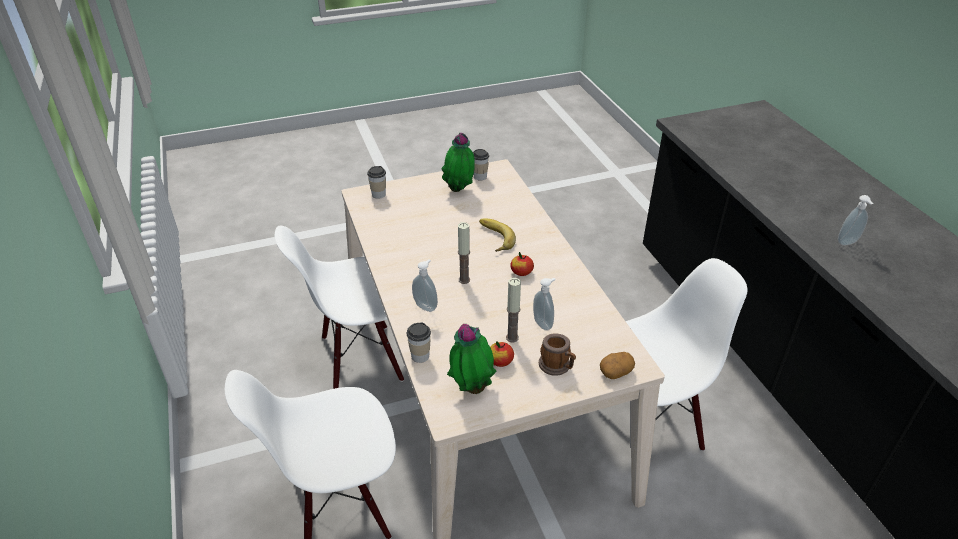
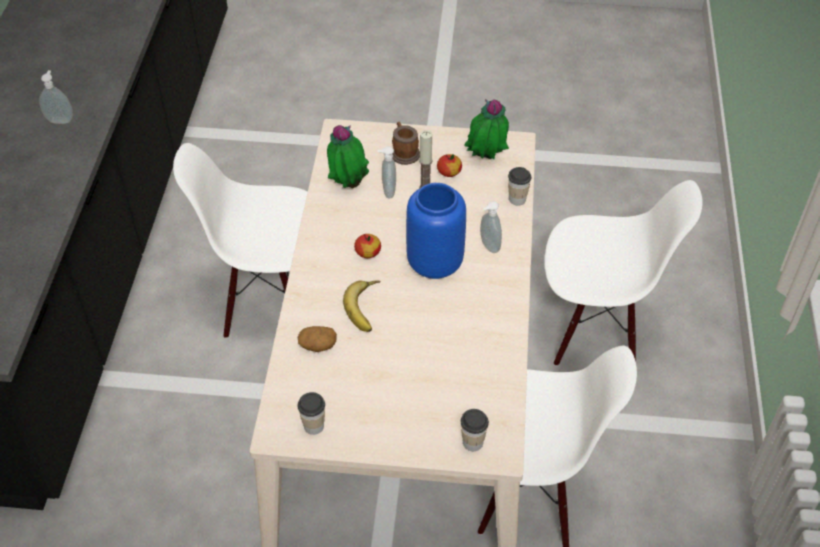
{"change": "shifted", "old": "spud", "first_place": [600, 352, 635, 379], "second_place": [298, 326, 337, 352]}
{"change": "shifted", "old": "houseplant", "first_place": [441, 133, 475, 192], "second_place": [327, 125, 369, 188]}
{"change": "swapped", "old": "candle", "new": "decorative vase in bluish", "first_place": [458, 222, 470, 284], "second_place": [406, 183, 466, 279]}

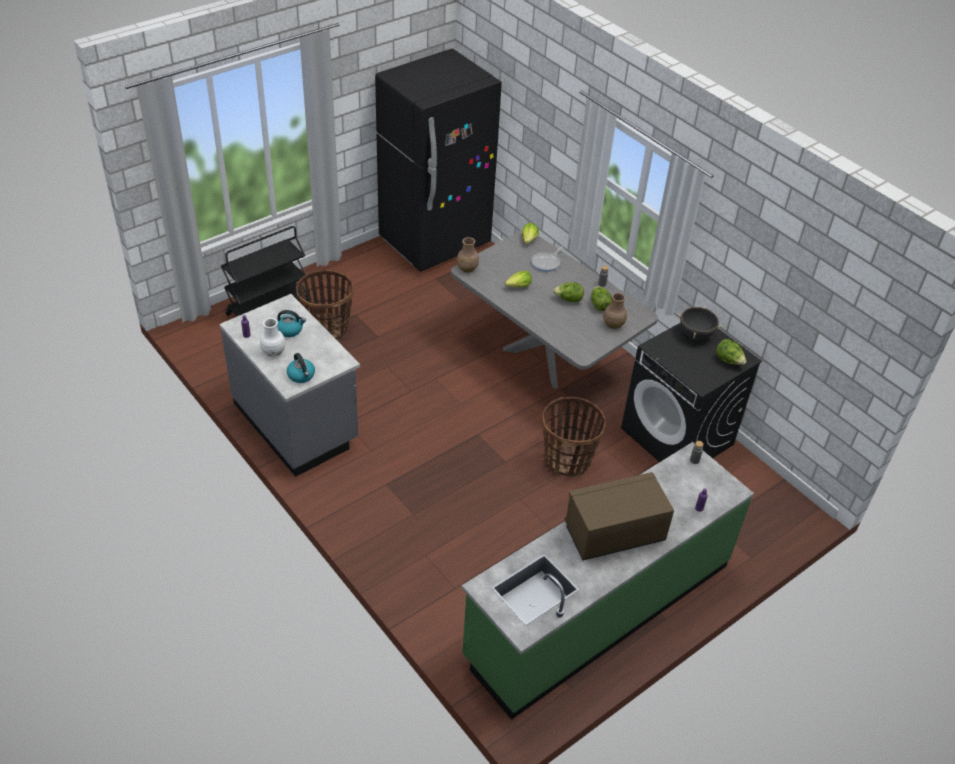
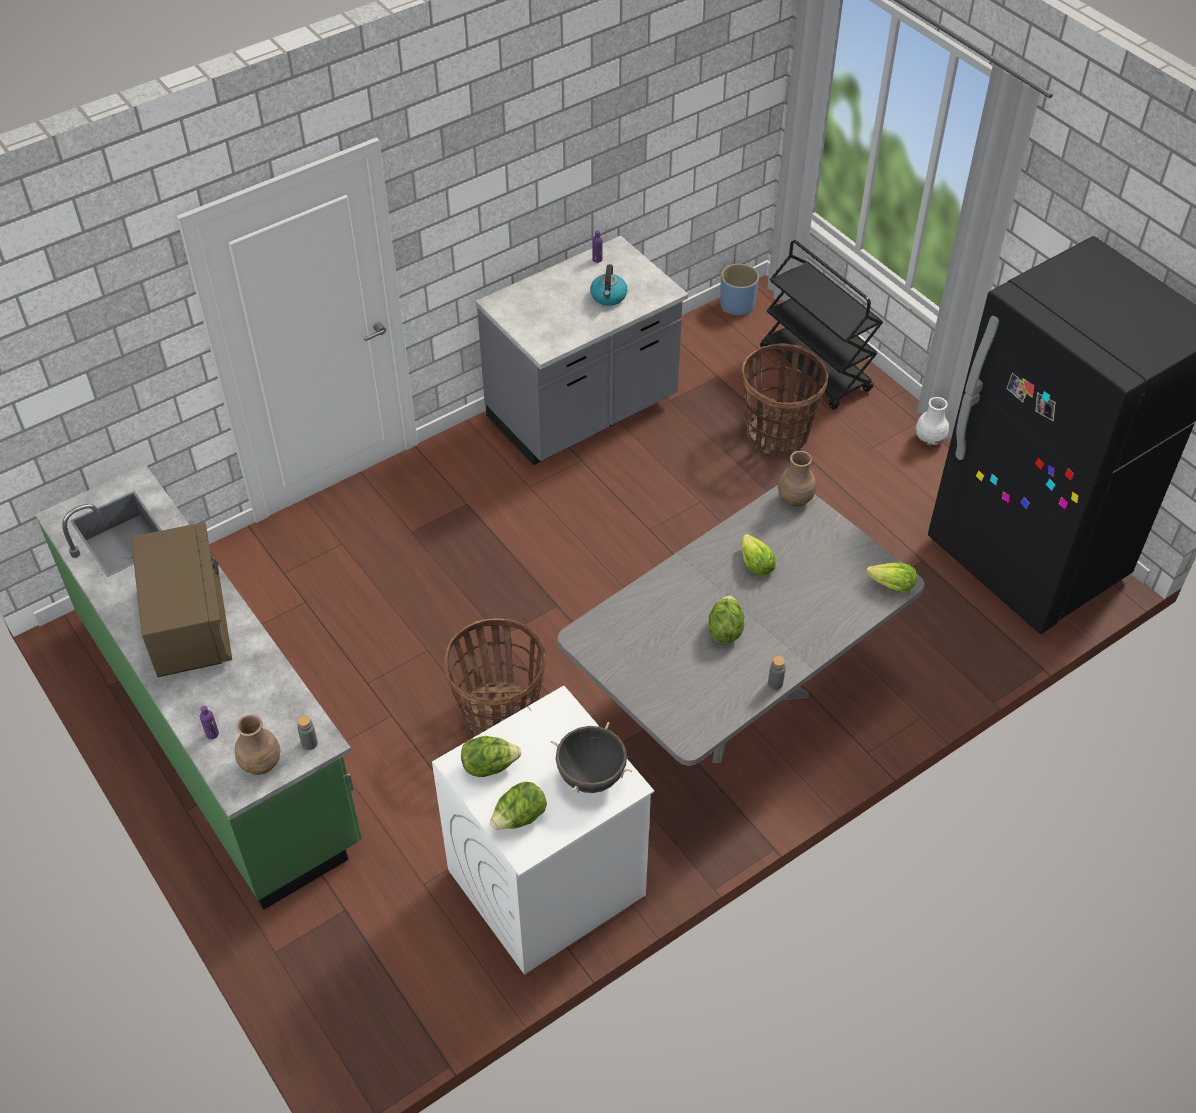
{"change": "shifted", "old": "decorative vase in brown", "first_place": [603, 293, 627, 329], "second_place": [235, 714, 280, 775]}
{"change": "repainted", "old": "washing machine in black-coloured", "new": "washing machine in white", "first_place": [621, 323, 762, 462], "second_place": [432, 686, 654, 975]}
{"change": "shifted", "old": "lettuce", "first_place": [591, 286, 612, 311], "second_place": [461, 736, 521, 777]}
{"change": "new", "new": "flower pot in bluish", "second_place": [720, 264, 759, 315]}
{"change": "shifted", "old": "decorative vase in white", "first_place": [260, 318, 286, 357], "second_place": [916, 397, 949, 445]}
{"change": "gone", "old": "tea kettle", "first_place": [287, 353, 315, 383]}
{"change": "gone", "old": "frying pan", "first_place": [532, 246, 563, 272]}

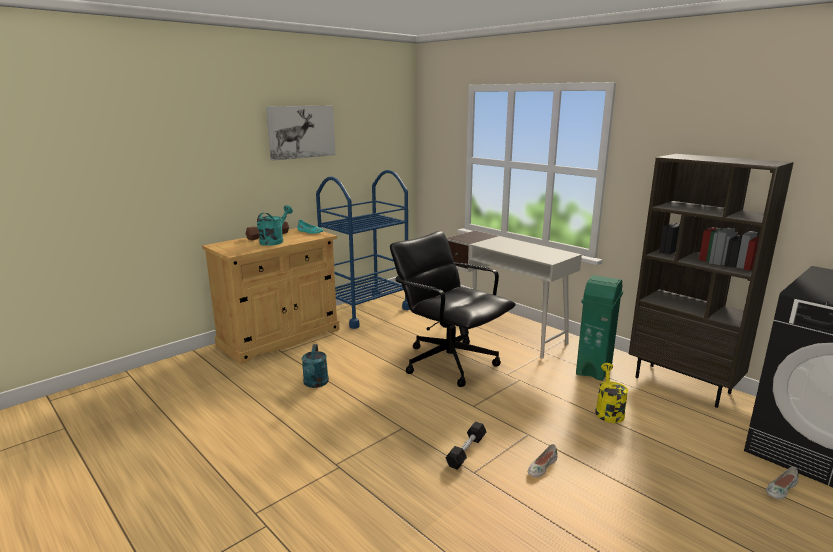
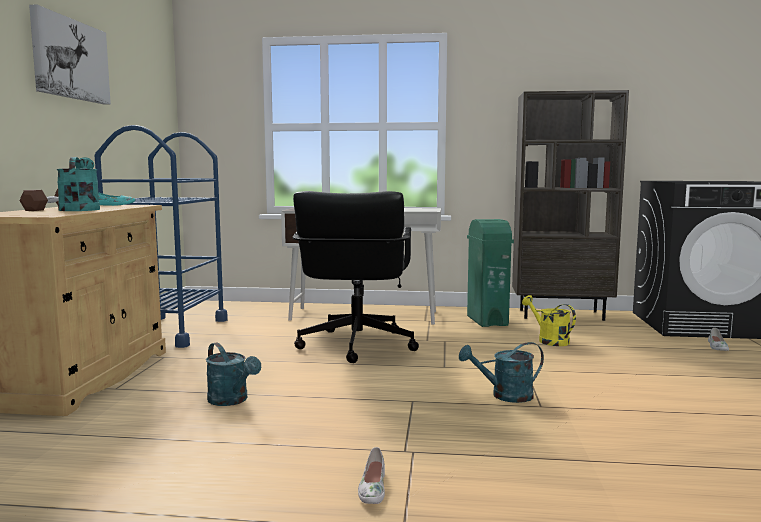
{"change": "rotated", "old": "computer chair in black-coloured", "first_place": [390, 231, 516, 387], "second_place": [293, 191, 419, 363], "degrees": -90}
{"change": "shifted", "old": "shoe in white", "first_place": [528, 444, 558, 477], "second_place": [358, 447, 385, 504]}
{"change": "swapped", "old": "dumbbell in black-coloured", "new": "watering pot in turquoise", "first_place": [446, 422, 486, 470], "second_place": [459, 342, 544, 403]}

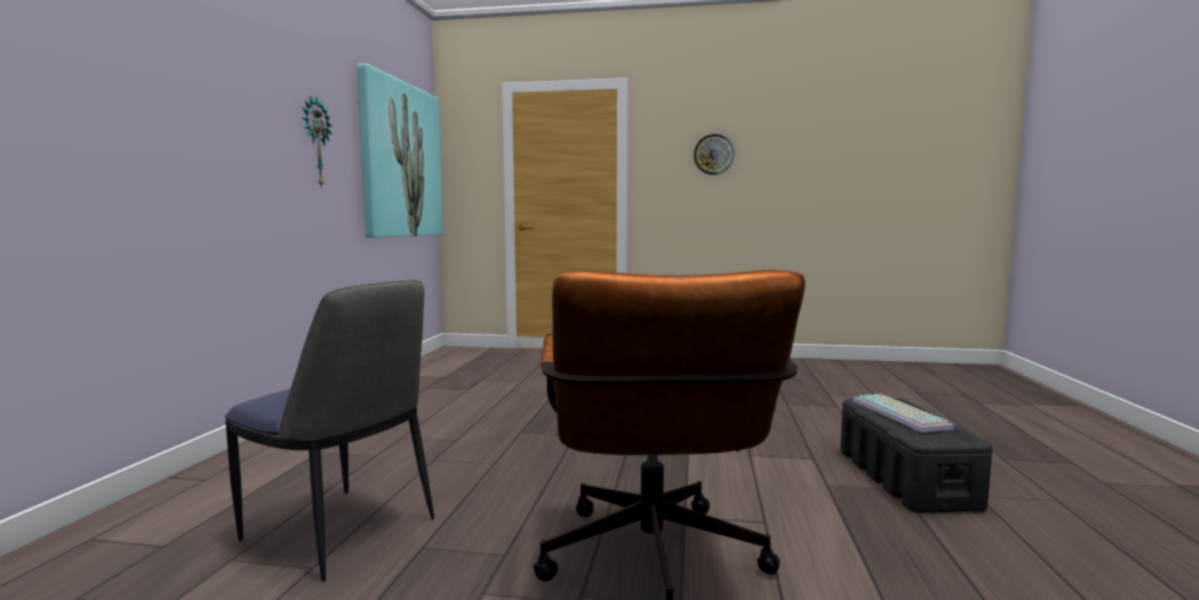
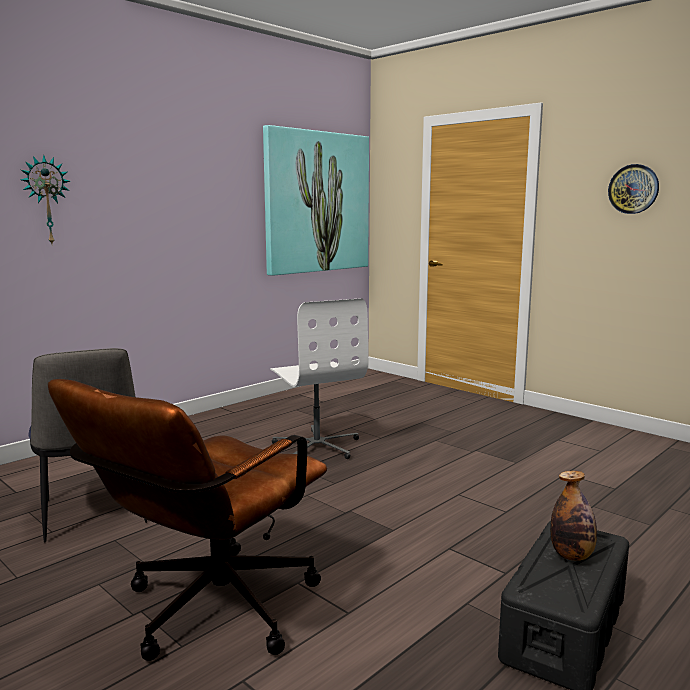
{"change": "shifted", "old": "clock on the wall", "first_place": [302, 96, 332, 188], "second_place": [21, 155, 70, 244]}
{"change": "new", "new": "computer chair in white", "second_place": [270, 298, 368, 459]}
{"change": "swapped", "old": "PC keyboard", "new": "bottle", "first_place": [853, 394, 954, 432], "second_place": [550, 471, 597, 561]}

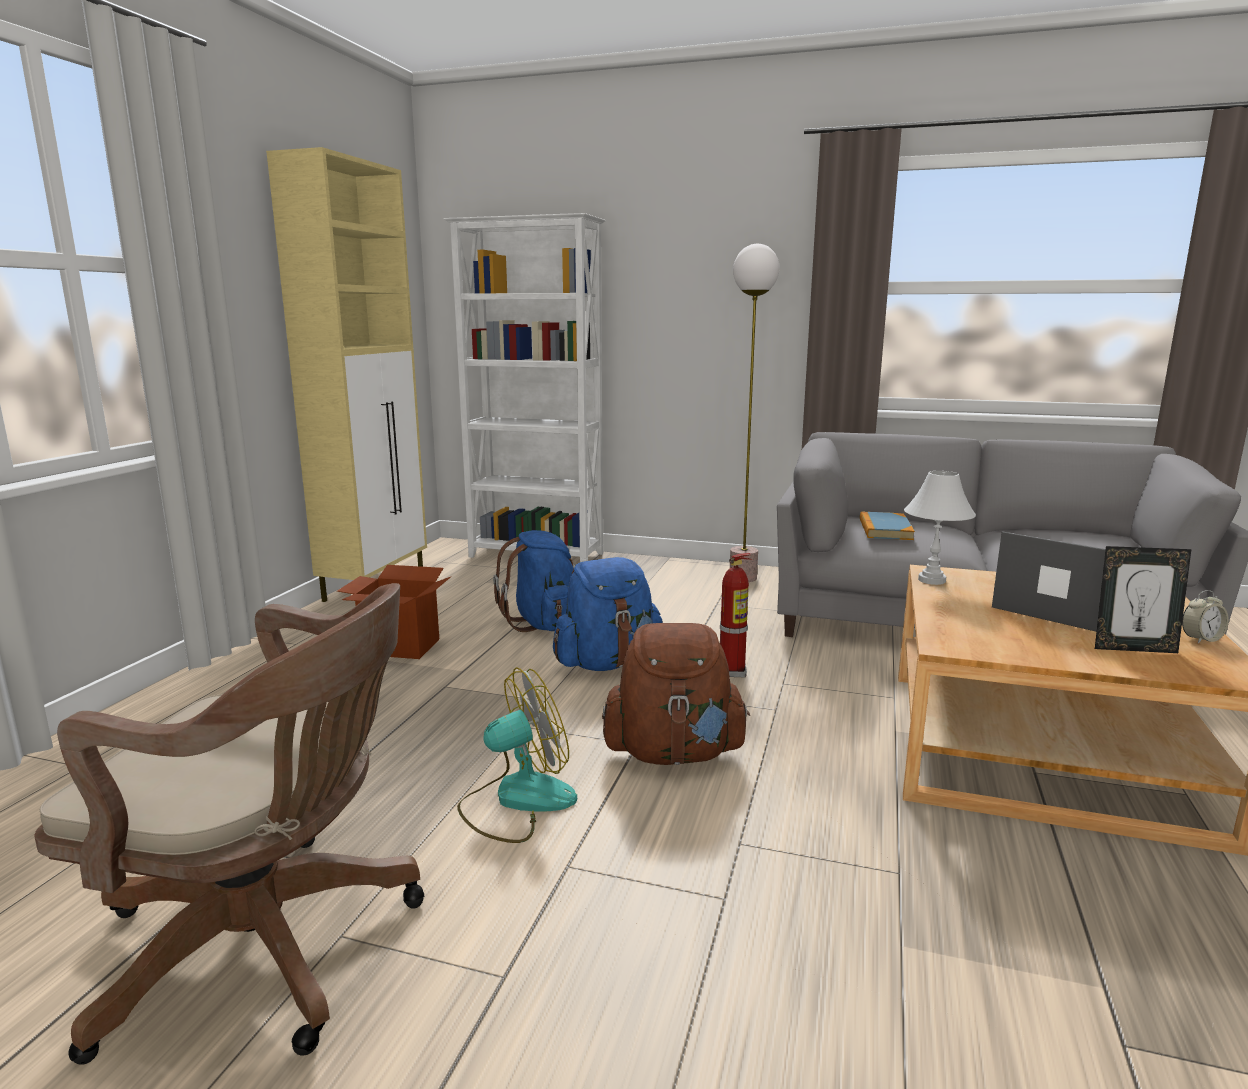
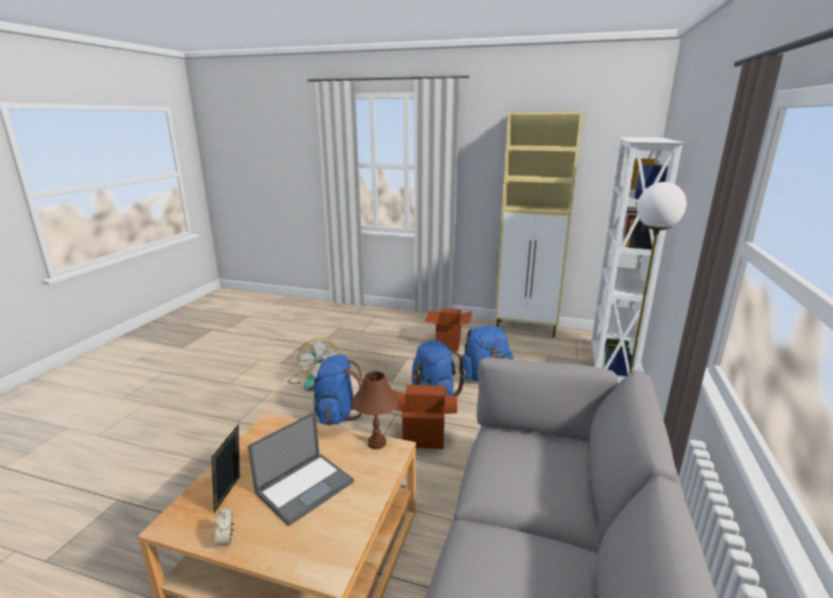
{"change": "repainted", "old": "rucksack in brown", "new": "rucksack in bluish", "first_place": [602, 623, 750, 765], "second_place": [308, 355, 363, 425]}
{"change": "repainted", "old": "table lamp in white", "new": "table lamp in brown", "first_place": [904, 471, 976, 585], "second_place": [351, 371, 400, 449]}
{"change": "swapped", "old": "extinguisher", "new": "cardboard box", "first_place": [720, 553, 752, 677], "second_place": [394, 385, 457, 449]}
{"change": "gone", "old": "computer chair in brown", "first_place": [34, 583, 425, 1064]}
{"change": "gone", "old": "bound book", "first_place": [860, 511, 915, 540]}

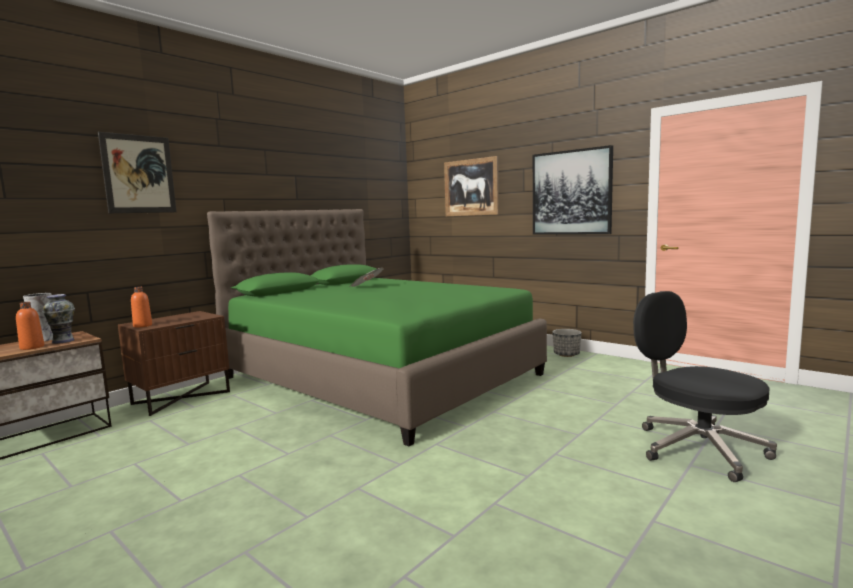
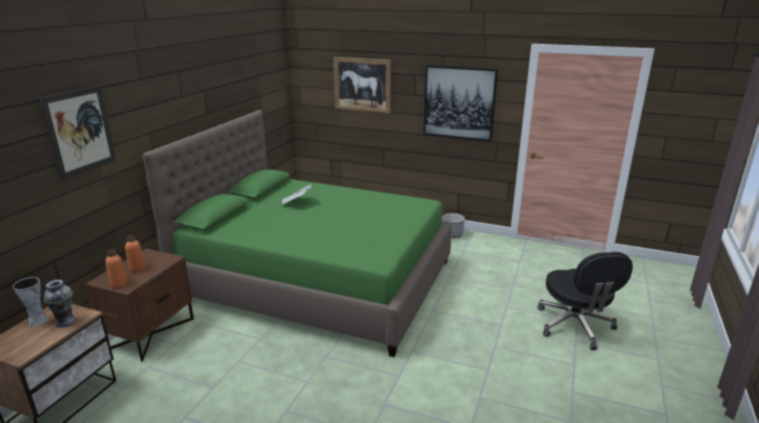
{"change": "shifted", "old": "bottle in orangey", "first_place": [16, 302, 44, 350], "second_place": [125, 235, 146, 272]}
{"change": "rotated", "old": "computer chair in black-coloured", "first_place": [633, 291, 777, 482], "second_place": [537, 252, 633, 350], "degrees": -135}

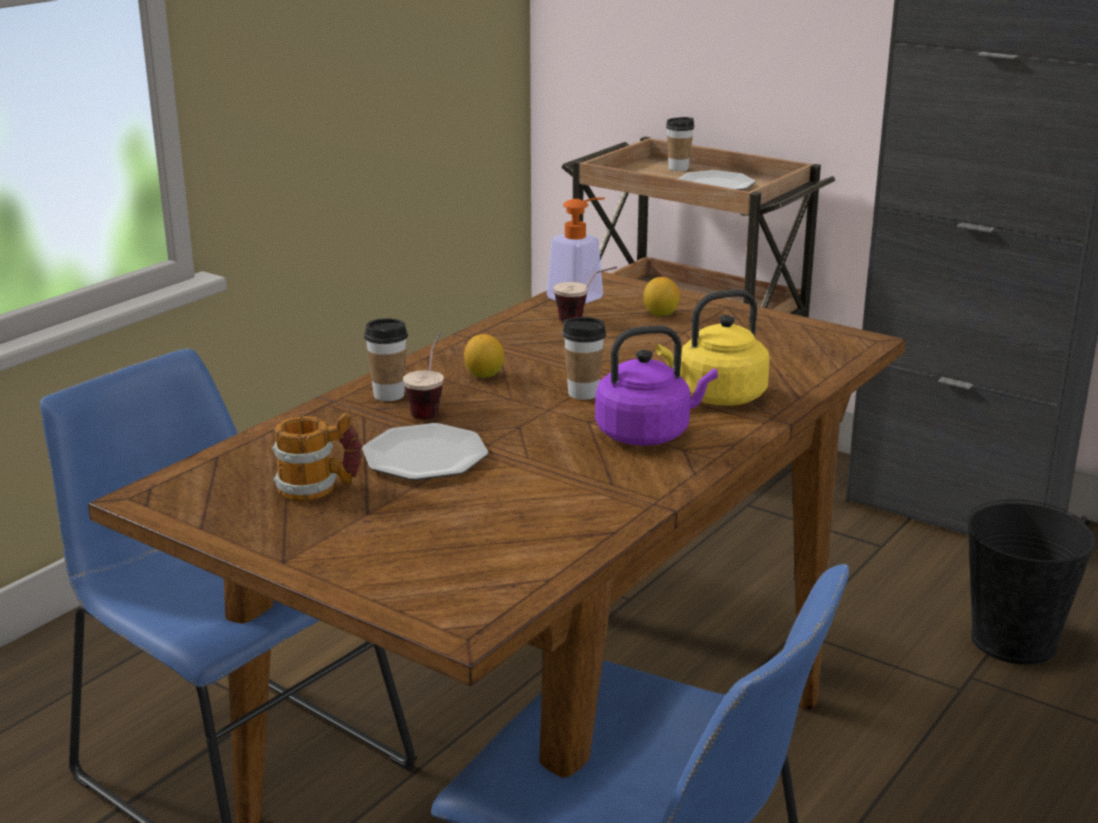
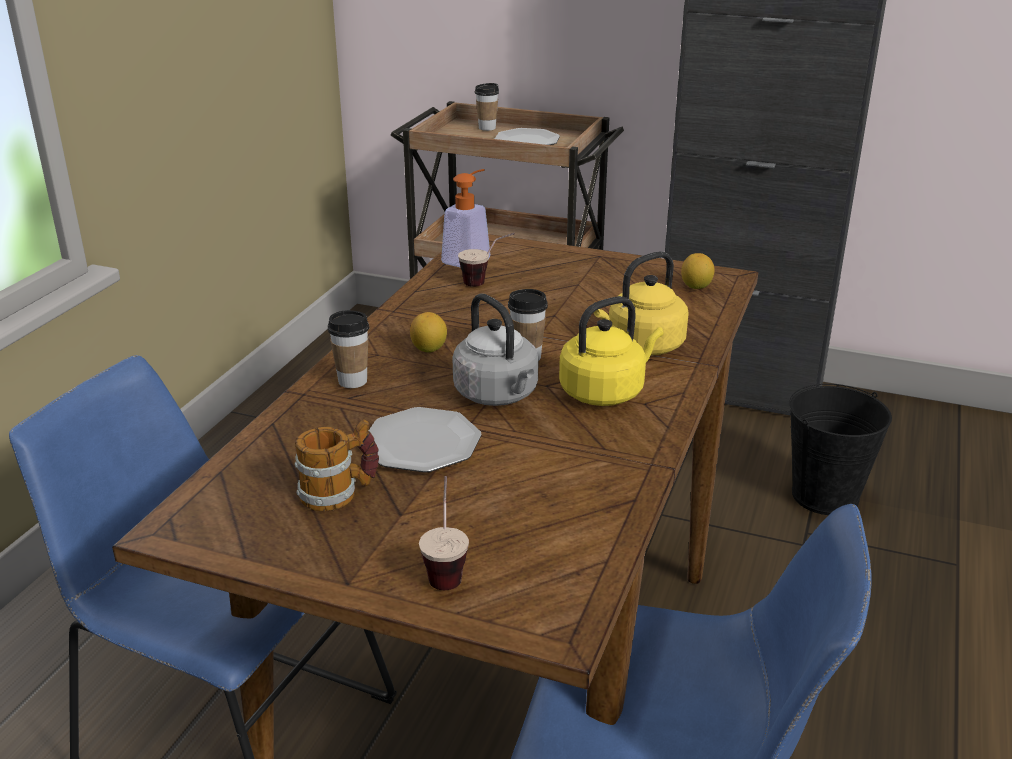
{"change": "shifted", "old": "drinking cup", "first_place": [403, 333, 444, 419], "second_place": [419, 476, 469, 590]}
{"change": "new", "new": "tea kettle in greyish", "second_place": [452, 293, 539, 406]}
{"change": "repainted", "old": "tea kettle in purplish", "new": "tea kettle in yellowish", "first_place": [595, 326, 718, 446], "second_place": [559, 296, 663, 406]}
{"change": "shifted", "old": "citrus fruit", "first_place": [643, 277, 680, 316], "second_place": [681, 253, 714, 289]}

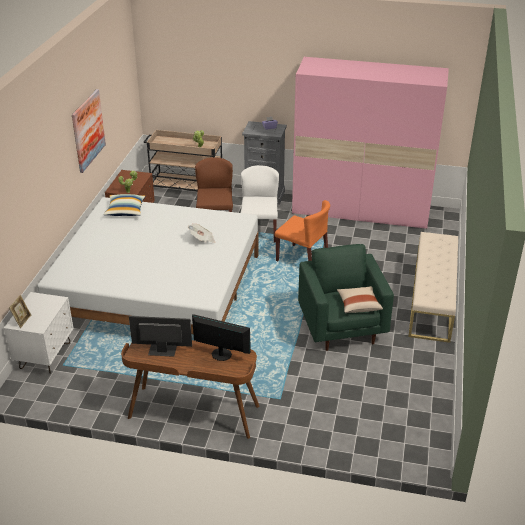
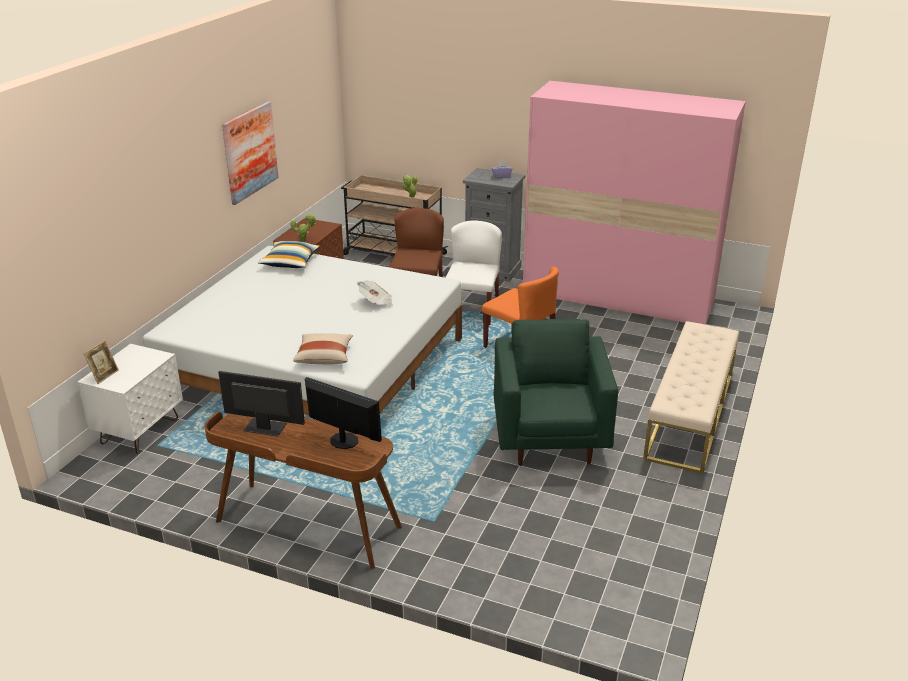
{"change": "shifted", "old": "cushion in beige", "first_place": [337, 286, 383, 313], "second_place": [293, 333, 353, 364]}

